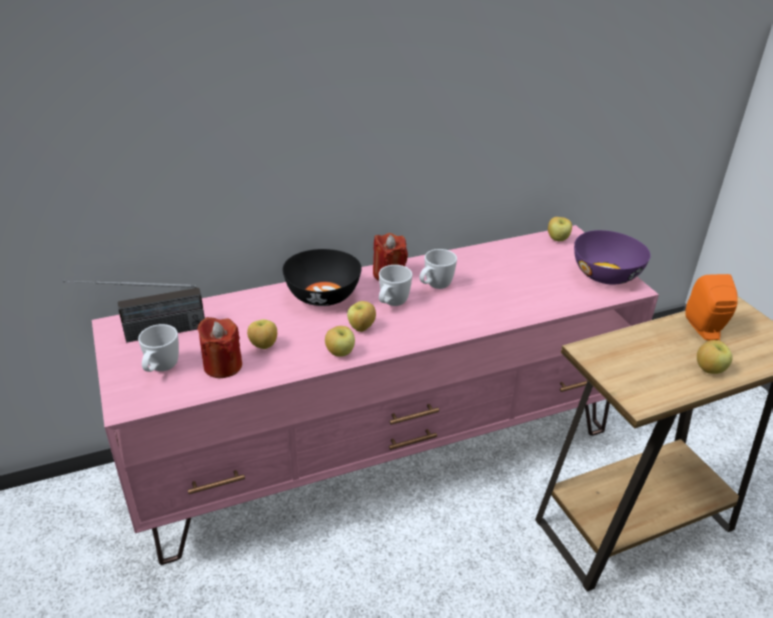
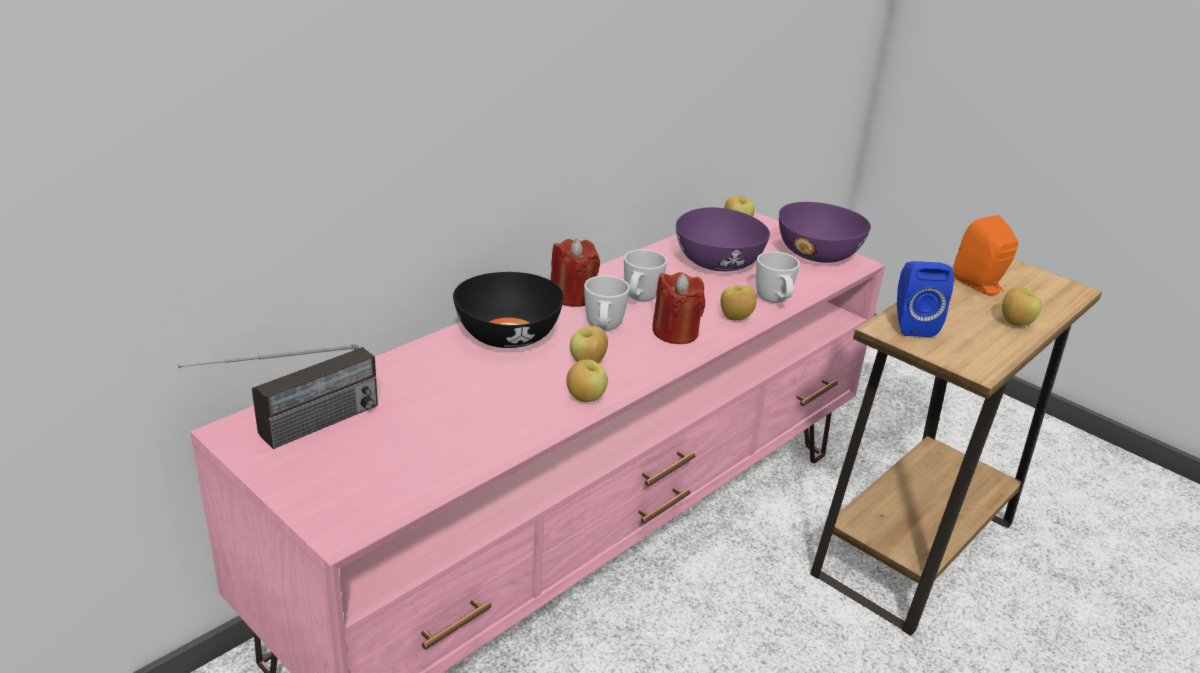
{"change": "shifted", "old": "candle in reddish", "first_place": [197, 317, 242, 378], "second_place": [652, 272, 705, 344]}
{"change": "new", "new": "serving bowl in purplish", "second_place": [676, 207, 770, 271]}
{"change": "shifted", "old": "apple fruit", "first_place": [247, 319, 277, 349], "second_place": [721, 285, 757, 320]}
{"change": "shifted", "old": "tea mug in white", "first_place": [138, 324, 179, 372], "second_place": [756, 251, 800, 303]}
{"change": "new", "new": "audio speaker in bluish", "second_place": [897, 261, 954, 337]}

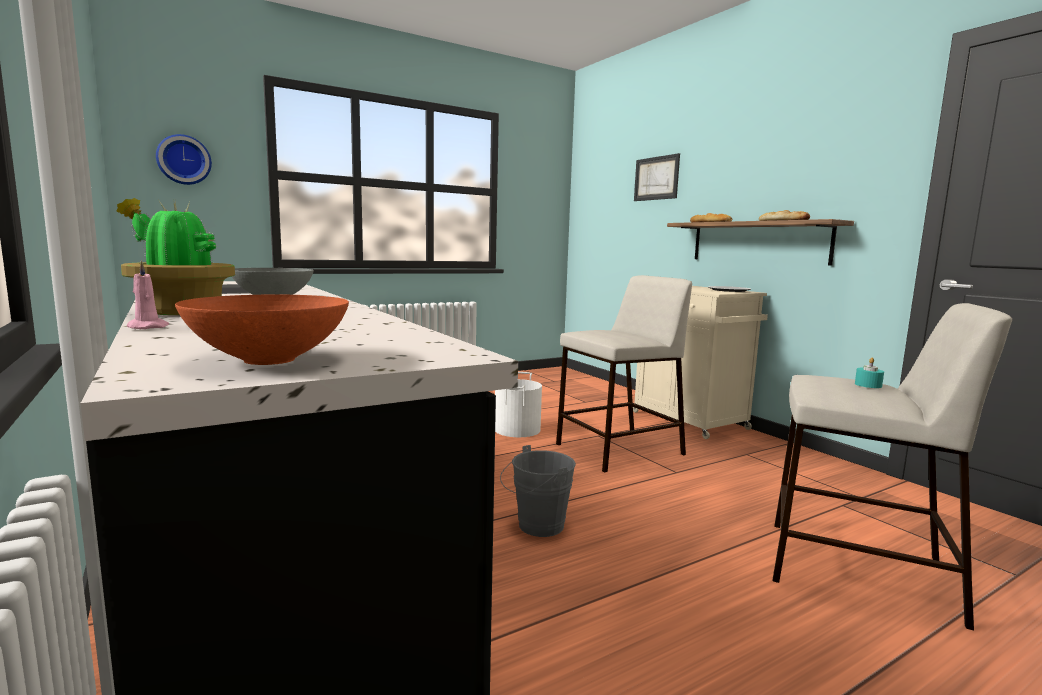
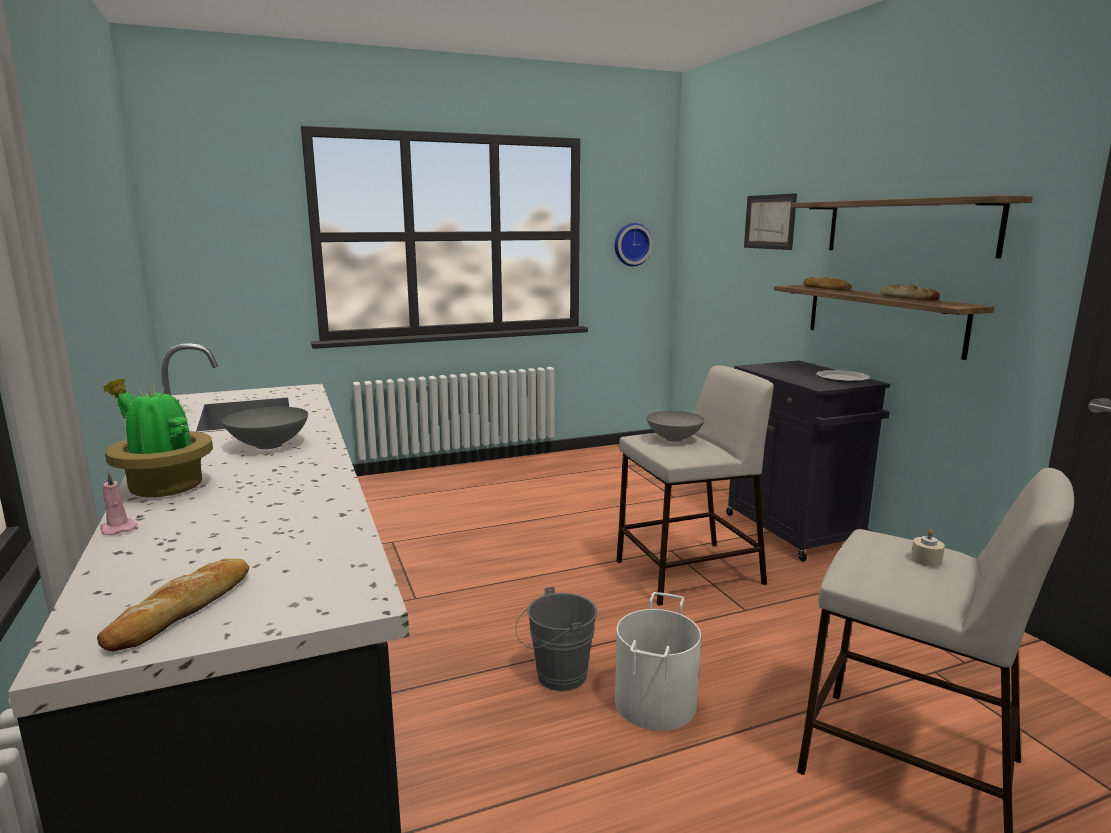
{"change": "swapped", "old": "serving bowl in orangey", "new": "bakery bread", "first_place": [175, 294, 349, 365], "second_place": [97, 559, 249, 651]}
{"change": "shifted", "old": "clock on the wall", "first_place": [156, 134, 212, 185], "second_place": [615, 223, 653, 266]}
{"change": "shifted", "old": "water bucket in white", "first_place": [495, 372, 542, 437], "second_place": [615, 592, 701, 730]}
{"change": "new", "new": "serving bowl in greyish", "second_place": [646, 411, 705, 442]}
{"change": "repainted", "old": "cupboard in beige", "new": "cupboard in black-coloured", "first_place": [633, 286, 768, 439], "second_place": [726, 360, 890, 561]}
{"change": "new", "new": "bracket shelf", "second_place": [791, 195, 1033, 259]}
{"change": "repainted", "old": "candle in turquoise", "new": "candle in beige", "first_place": [855, 358, 884, 388], "second_place": [911, 529, 945, 567]}

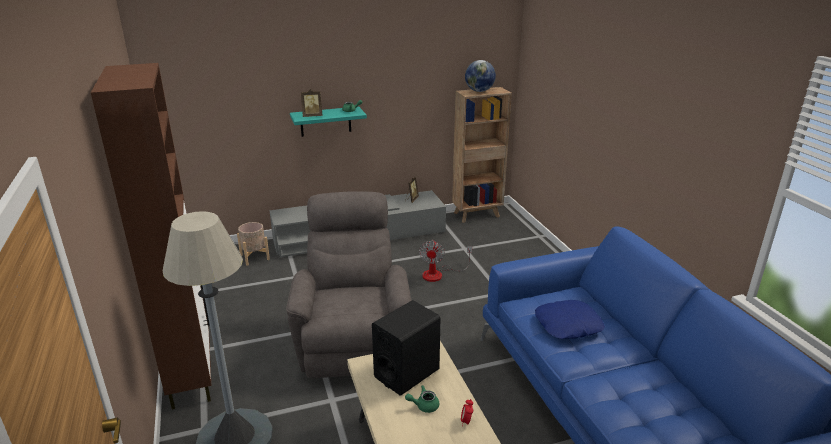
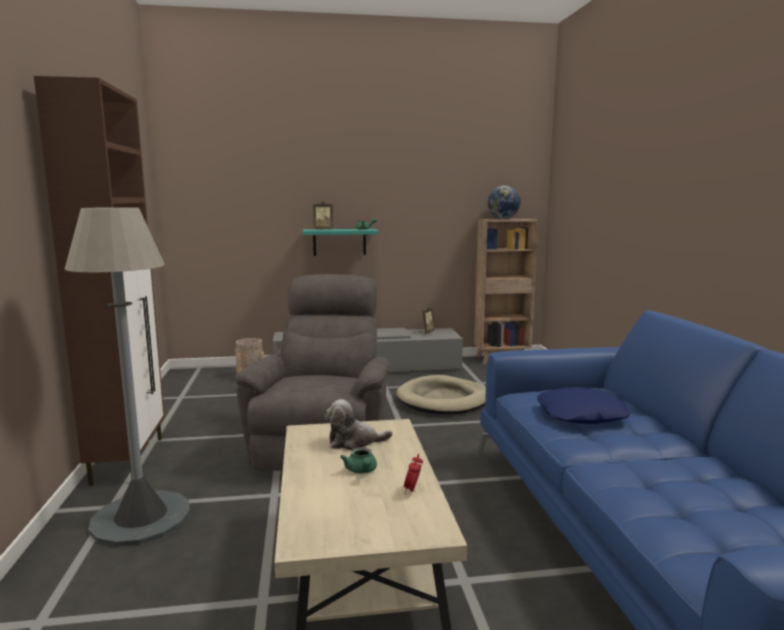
{"change": "swapped", "old": "audio speaker in black-coloured", "new": "cuddly toy", "first_place": [372, 300, 440, 396], "second_place": [324, 399, 392, 450]}
{"change": "rotated", "old": "pot for tea in green-coloured", "first_place": [405, 385, 439, 413], "second_place": [340, 447, 377, 474], "degrees": -105}
{"change": "swapped", "old": "electric fan", "new": "dog cushion in beige", "first_place": [419, 240, 472, 282], "second_place": [396, 375, 486, 414]}

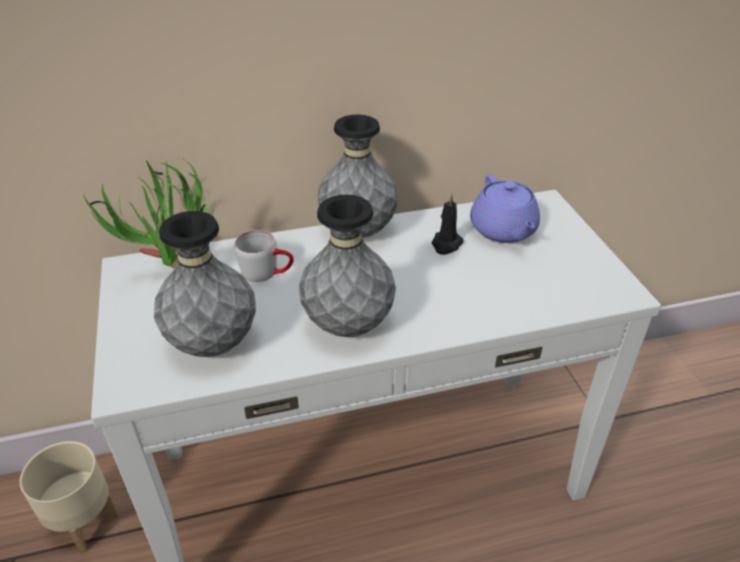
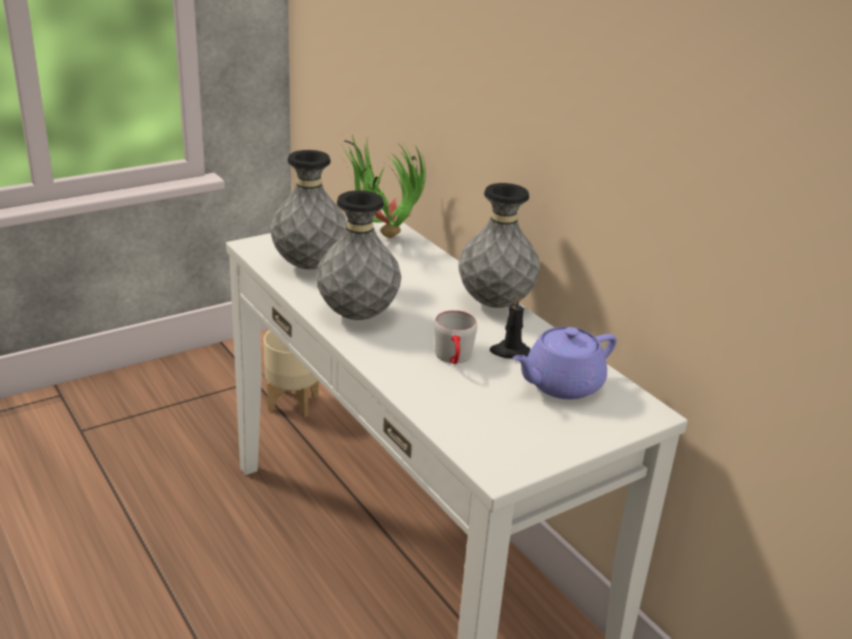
{"change": "shifted", "old": "tea mug in greyish", "first_place": [234, 230, 294, 282], "second_place": [434, 310, 477, 364]}

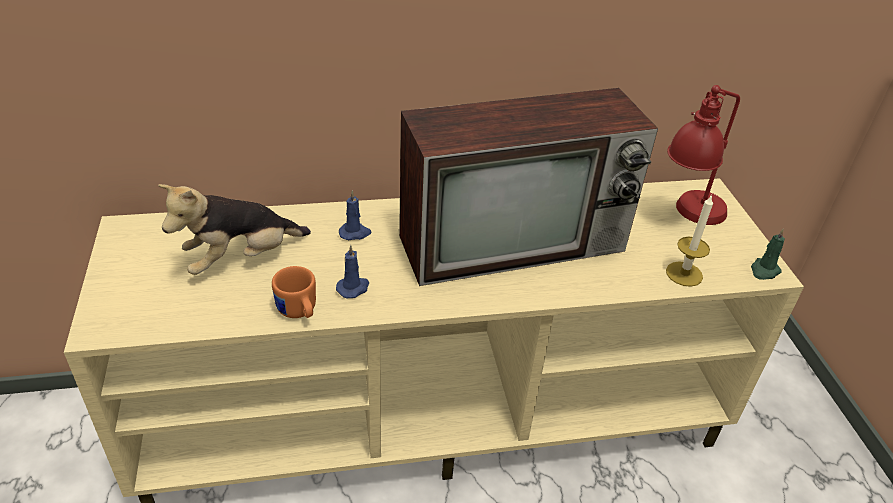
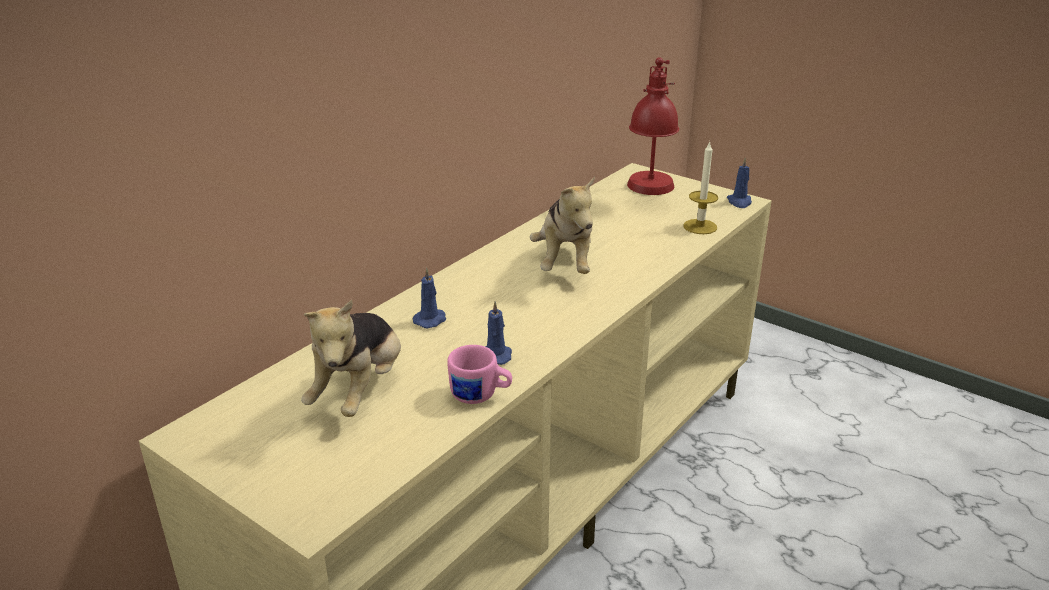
{"change": "repainted", "old": "tea mug in orangey", "new": "tea mug in pink", "first_place": [272, 266, 316, 318], "second_place": [447, 345, 512, 404]}
{"change": "swapped", "old": "TV set", "new": "cuddly toy", "first_place": [399, 88, 658, 286], "second_place": [530, 176, 595, 274]}
{"change": "repainted", "old": "candle in green-coloured", "new": "candle in bluish", "first_place": [751, 229, 785, 280], "second_place": [727, 158, 752, 208]}

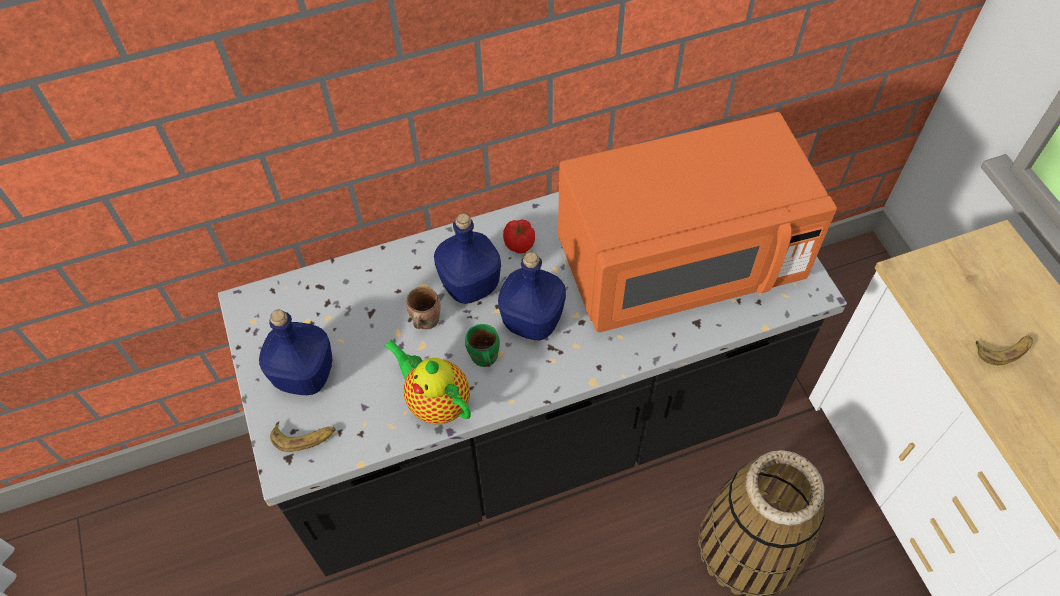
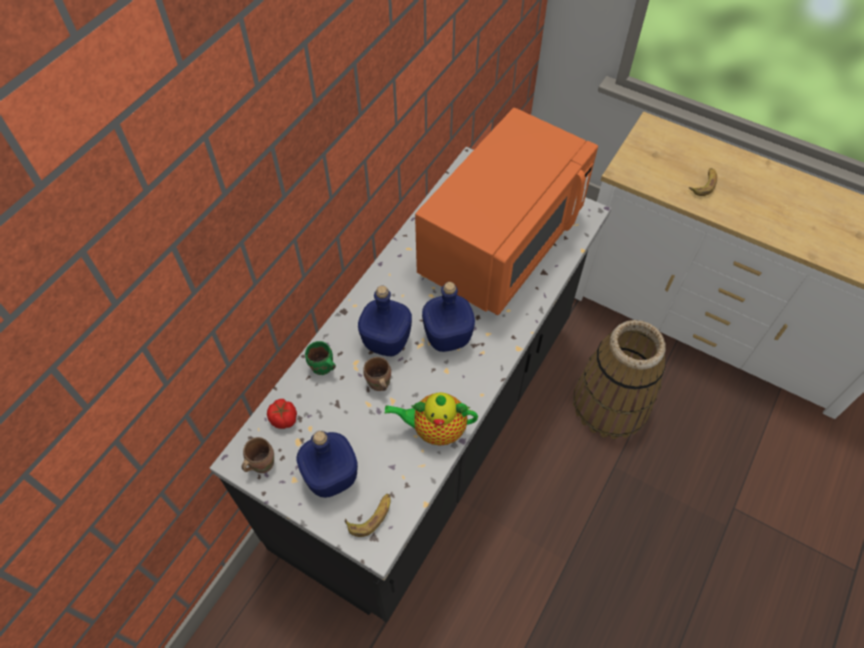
{"change": "new", "new": "tea mug in brown", "second_place": [242, 437, 274, 473]}
{"change": "shifted", "old": "whole tomato", "first_place": [503, 219, 535, 254], "second_place": [267, 399, 297, 429]}
{"change": "shifted", "old": "tea mug in green-coloured", "first_place": [465, 324, 500, 367], "second_place": [305, 341, 336, 375]}

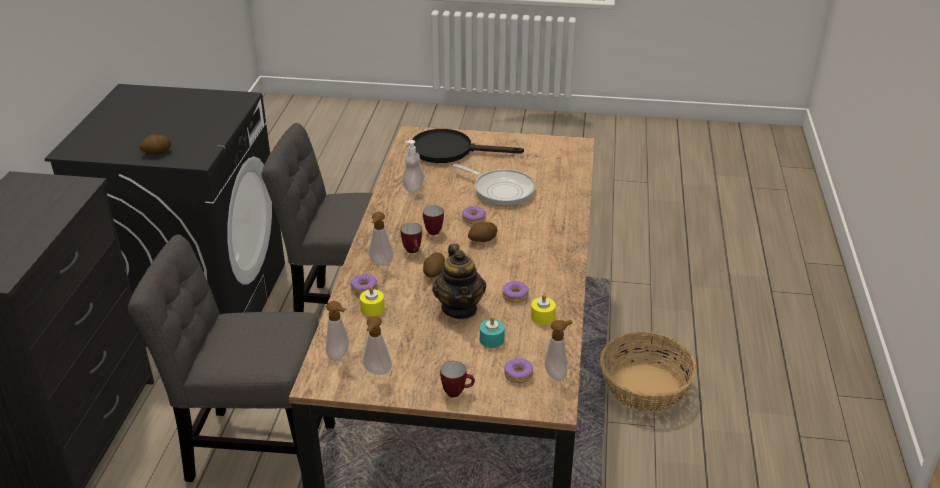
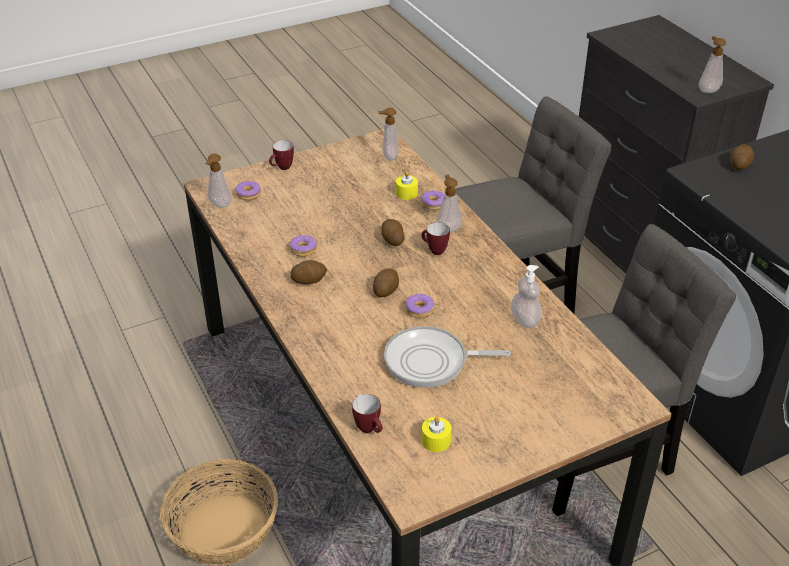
{"change": "new", "new": "spud", "second_place": [291, 260, 327, 284]}
{"change": "shifted", "old": "tea mug", "first_place": [423, 205, 444, 235], "second_place": [352, 394, 382, 433]}
{"change": "shifted", "old": "candle in yellowish", "first_place": [531, 294, 556, 325], "second_place": [422, 416, 451, 452]}
{"change": "shifted", "old": "soap dispenser", "first_place": [363, 316, 392, 375], "second_place": [699, 36, 726, 93]}
{"change": "gone", "old": "frying pan in black-coloured", "first_place": [412, 129, 524, 163]}
{"change": "gone", "old": "pot for tea", "first_place": [432, 244, 486, 319]}
{"change": "gone", "old": "candle in turquoise", "first_place": [480, 316, 505, 348]}

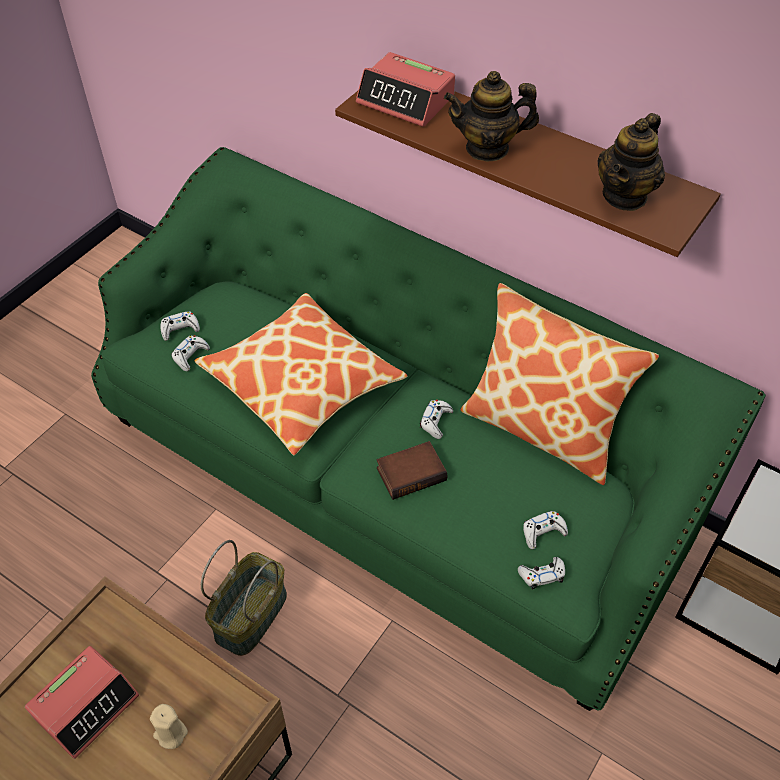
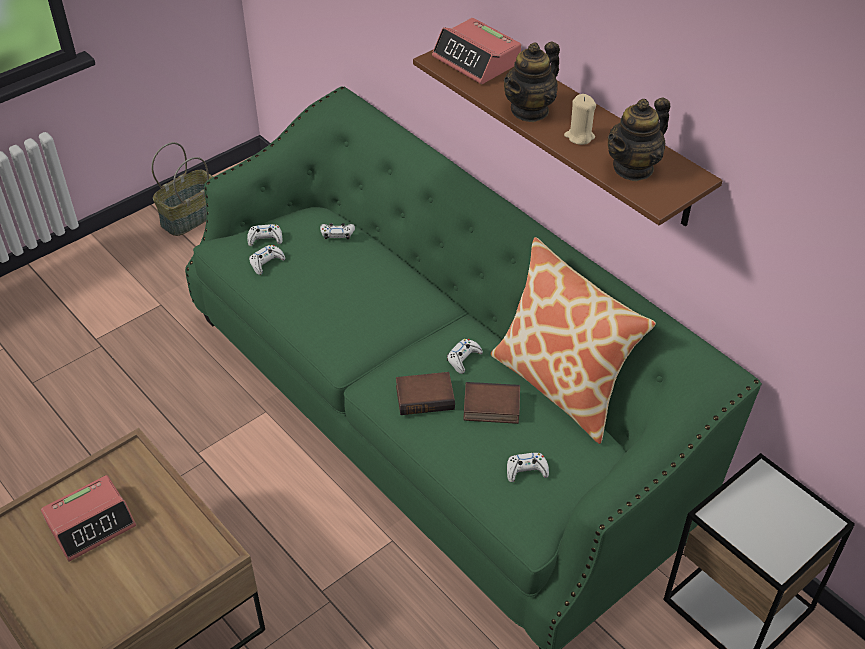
{"change": "shifted", "old": "basket", "first_place": [201, 540, 287, 656], "second_place": [151, 142, 213, 236]}
{"change": "shifted", "old": "gamepad in white", "first_place": [518, 557, 565, 590], "second_place": [320, 223, 355, 239]}
{"change": "new", "new": "bound book", "second_place": [463, 382, 520, 424]}
{"change": "rotated", "old": "pot for tea", "first_place": [444, 71, 539, 162], "second_place": [504, 42, 560, 122], "degrees": -60}
{"change": "shifted", "old": "candle in beige", "first_place": [150, 704, 188, 749], "second_place": [564, 94, 596, 145]}
{"change": "gone", "old": "cushion", "first_place": [194, 293, 407, 455]}

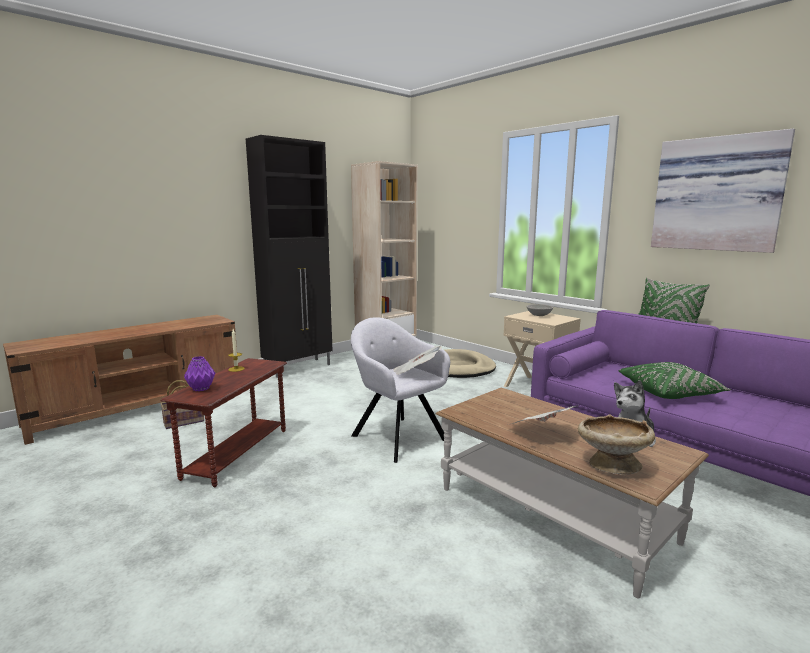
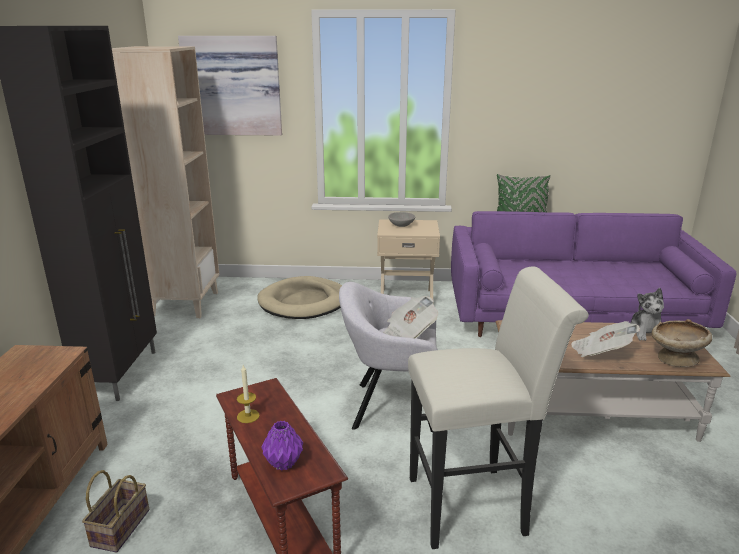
{"change": "shifted", "old": "picture", "first_place": [651, 129, 795, 253], "second_place": [178, 36, 282, 136]}
{"change": "new", "new": "stool in white", "second_place": [408, 267, 589, 549]}
{"change": "gone", "old": "cushion in green-coloured", "first_place": [619, 362, 731, 399]}

